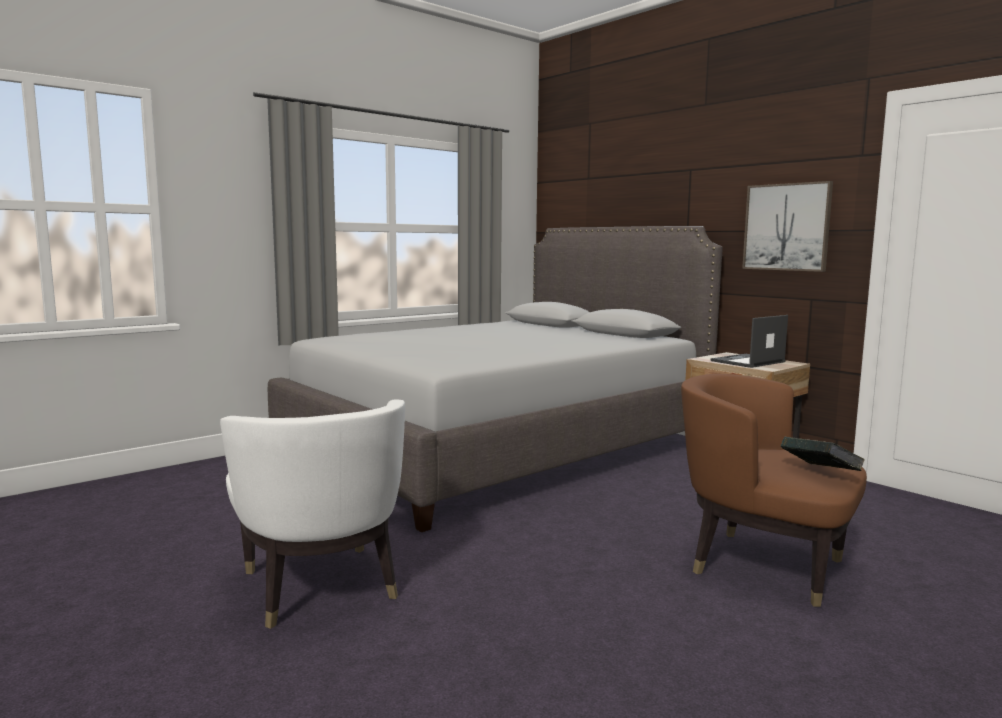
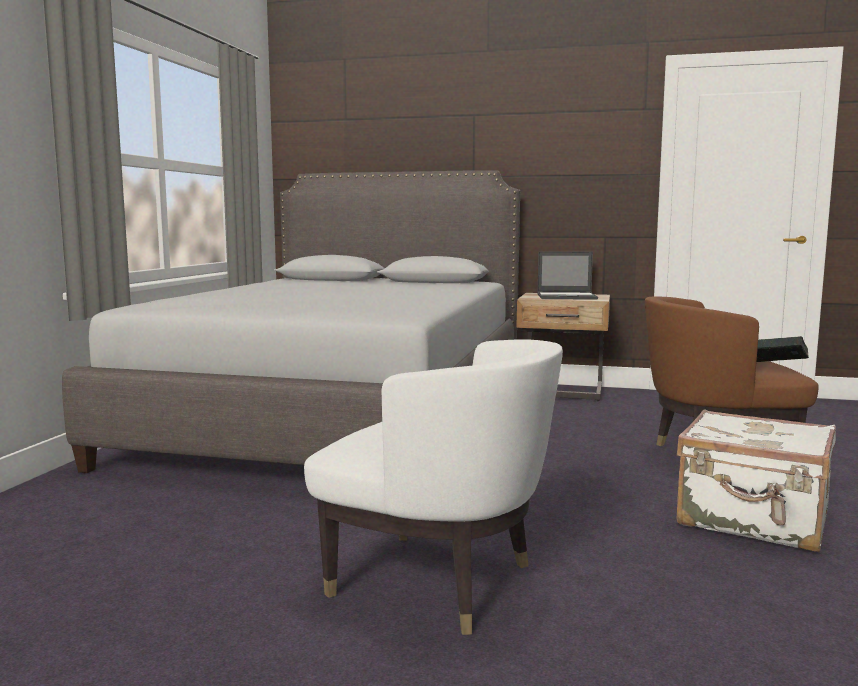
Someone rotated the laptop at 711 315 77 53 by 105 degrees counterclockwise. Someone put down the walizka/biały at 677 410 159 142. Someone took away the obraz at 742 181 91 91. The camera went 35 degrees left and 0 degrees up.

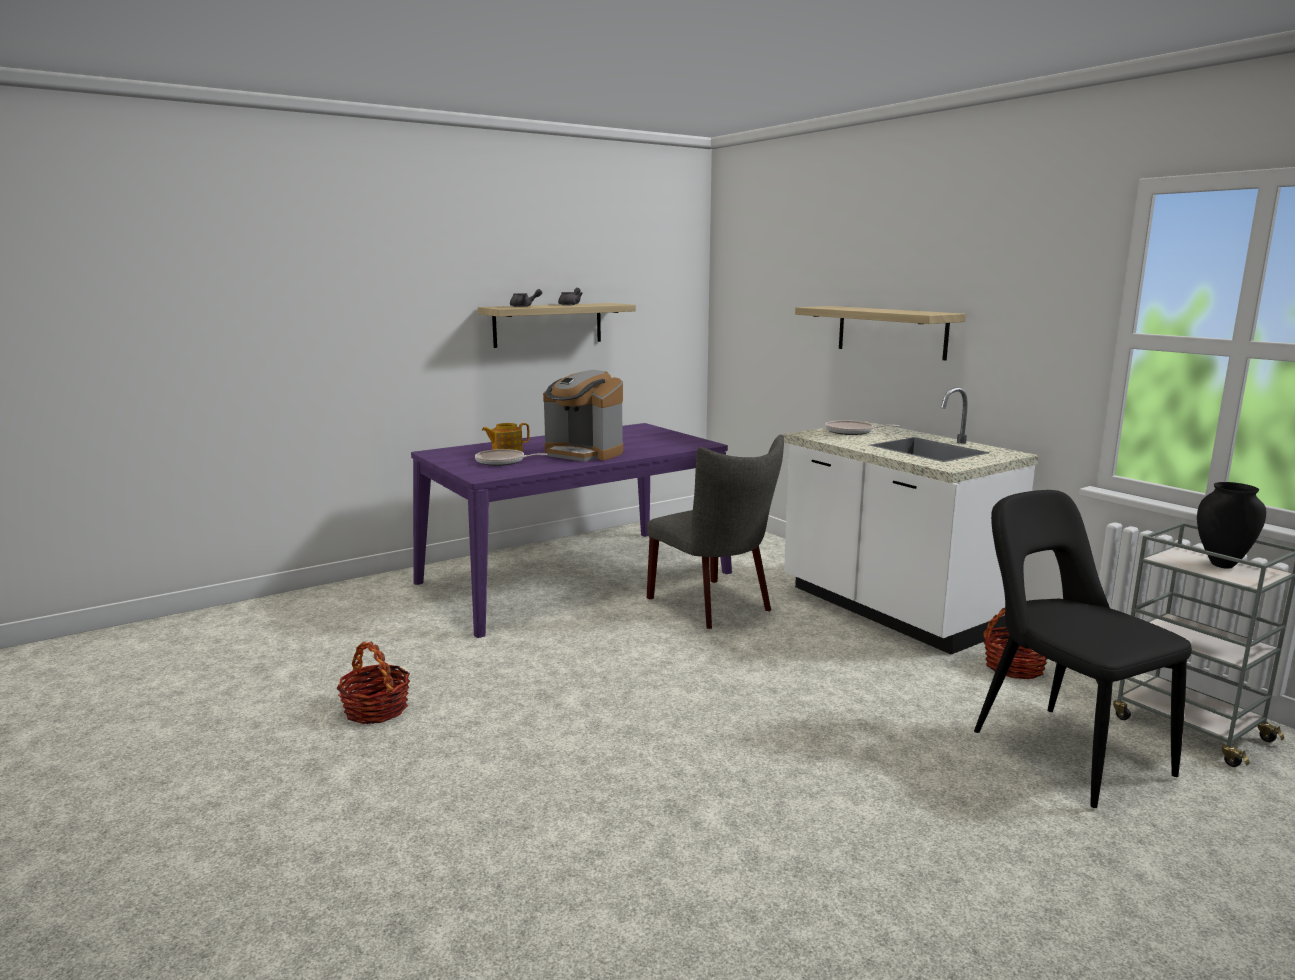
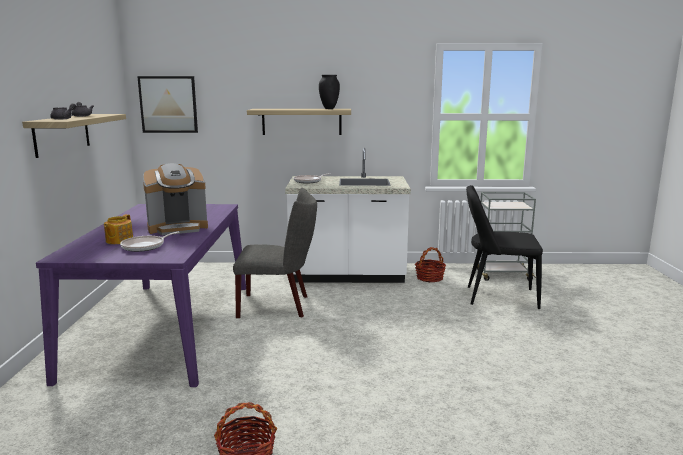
Someone put up the obraz at 137 76 61 57. Someone carried the wazon/czarny from 1197 482 69 87 to 319 75 21 34. The camera went 55 degrees left and 0 degrees up.

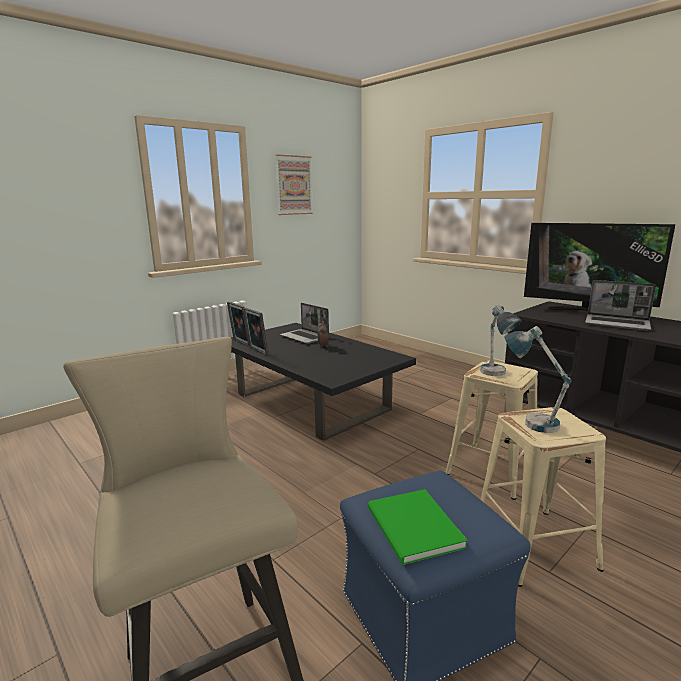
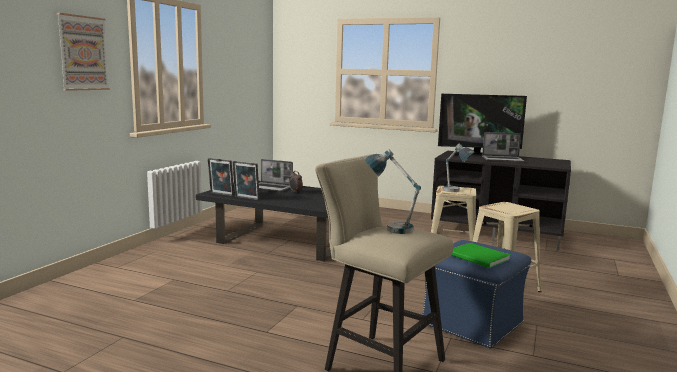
Someone carried the obraz from 275 154 38 61 to 57 13 53 78. Someone carried the lampa stołowa from 504 326 68 107 to 365 149 56 85. The camera went 25 degrees left and 5 degrees down.

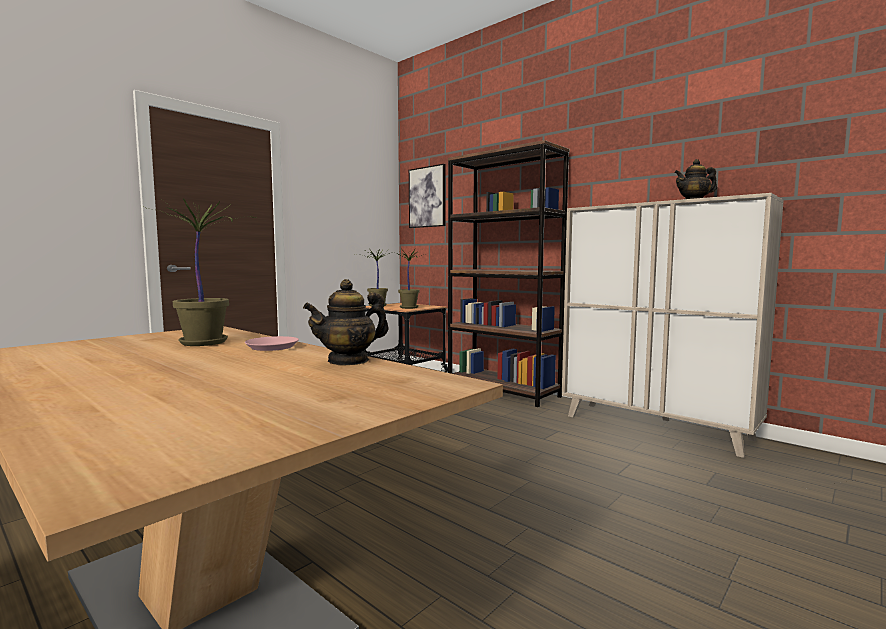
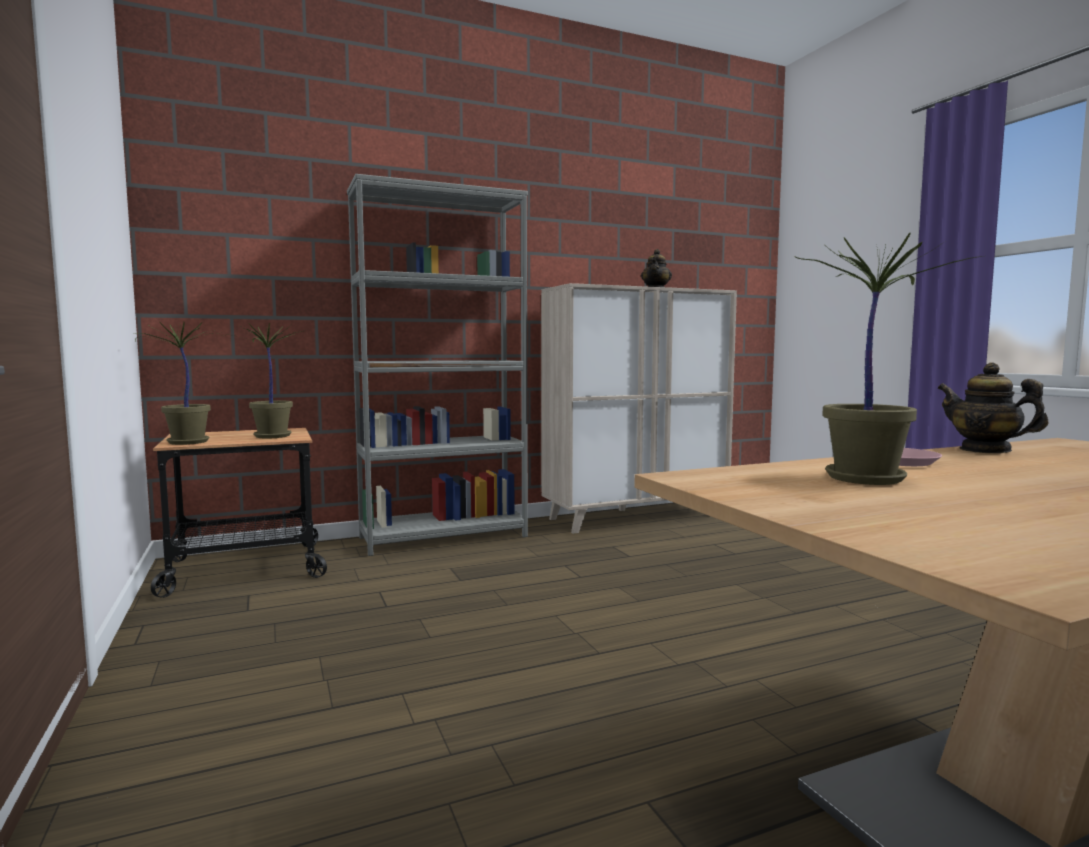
Someone repainted the regał/brązowy at 448 140 122 267, which became the regał/szary at 347 174 181 382. Someone rotated the imbryk at 303 279 85 87 by 150 degrees clockwise. Someone took away the obraz at 409 164 36 64. The camera went 65 degrees left and 0 degrees up.

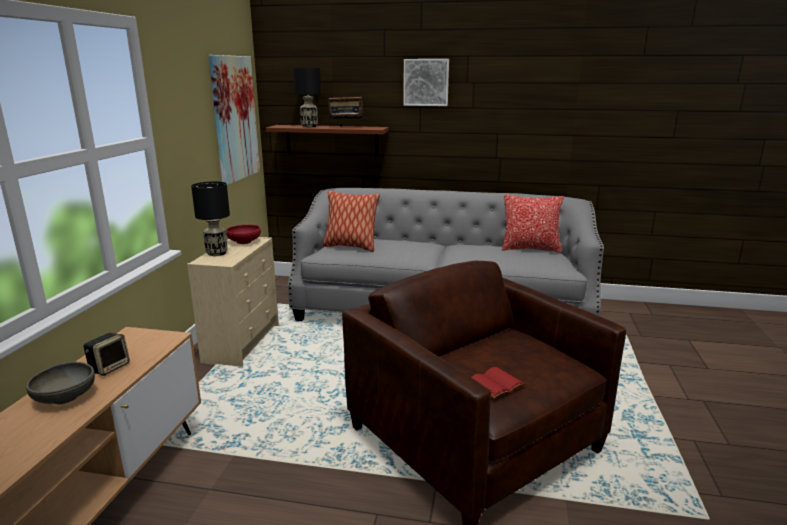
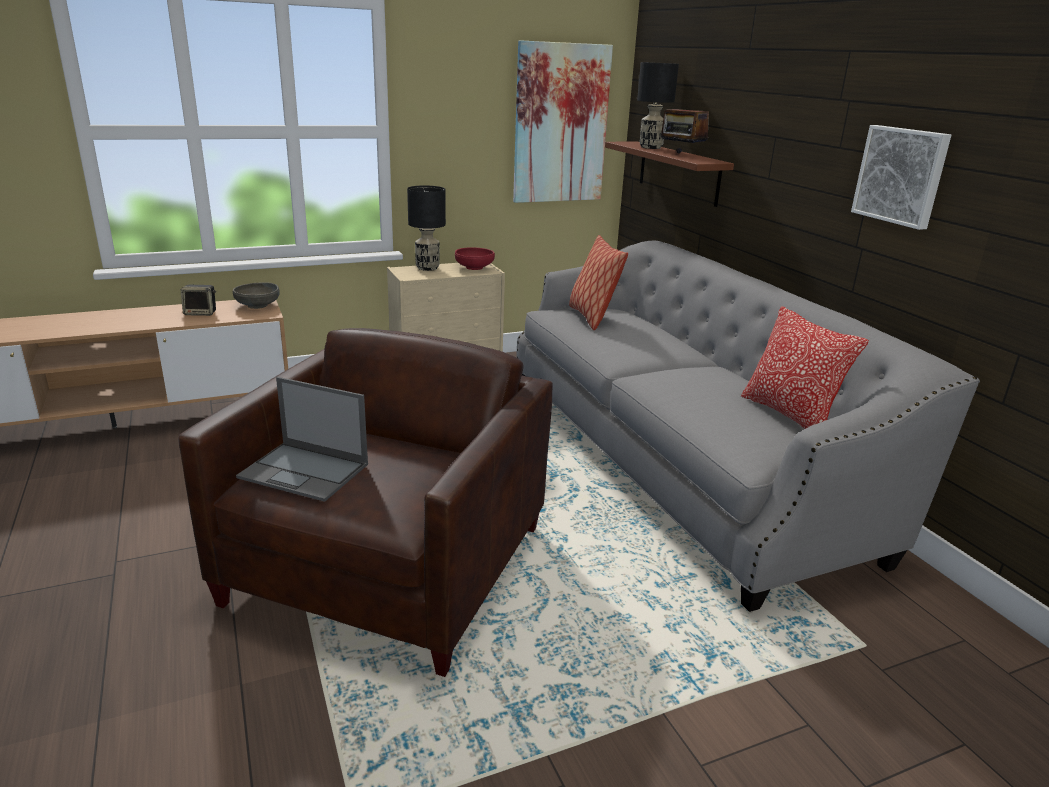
Someone carried the miska/szary from 26 362 69 42 to 233 282 47 27. Someone swapped the książka/czerwony at 471 367 54 32 for the laptop at 236 377 132 125. Someone carried the obraz from 403 59 46 47 to 851 125 100 105. The camera went 55 degrees right and 5 degrees up.

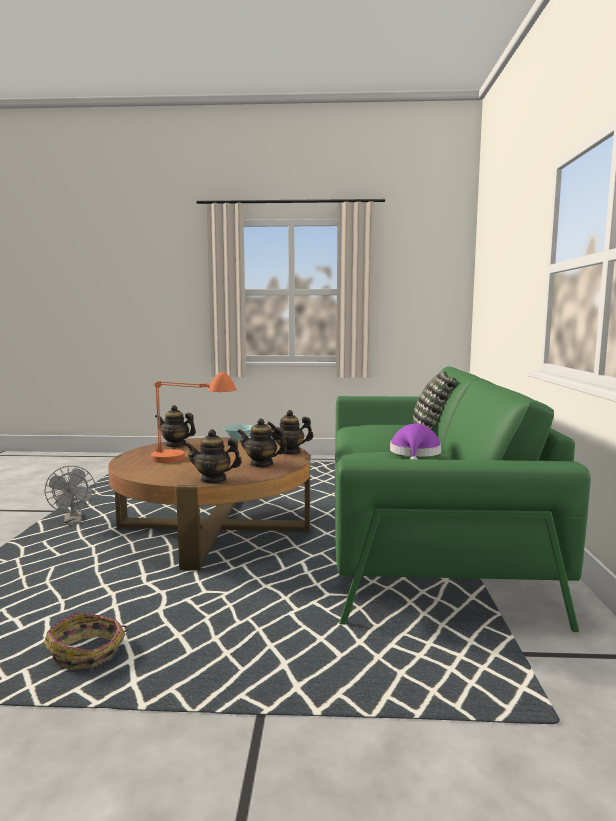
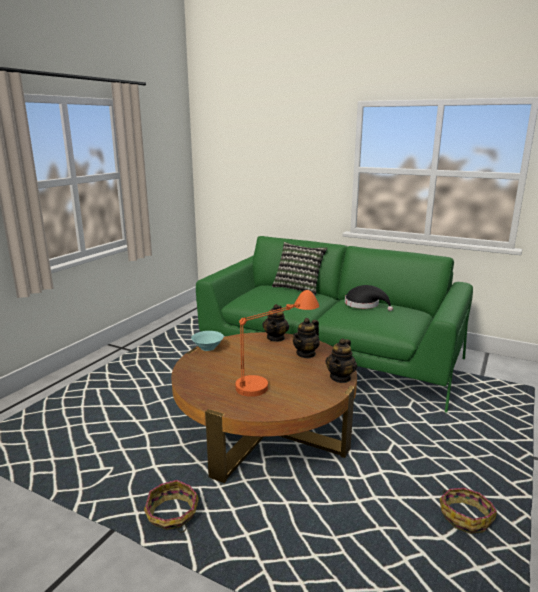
Someone swapped the wentylator/szary at 45 466 51 59 for the koszyk at 144 480 55 52. Someone repainted the kapelusz/fioletowy at 390 424 52 35, which became the kapelusz/czarny at 345 285 48 26. Someone took away the imbryk at 155 405 41 42. The camera went 65 degrees left and 10 degrees up.

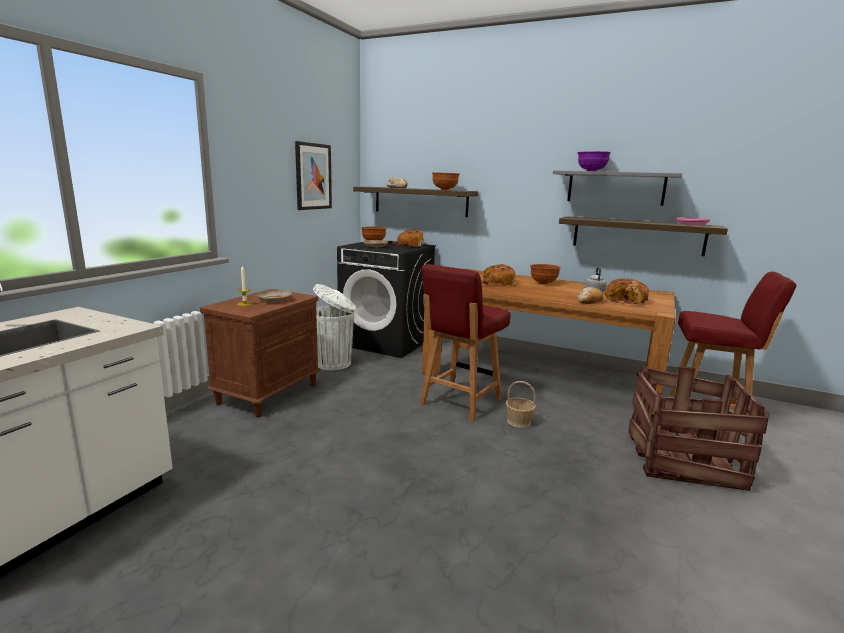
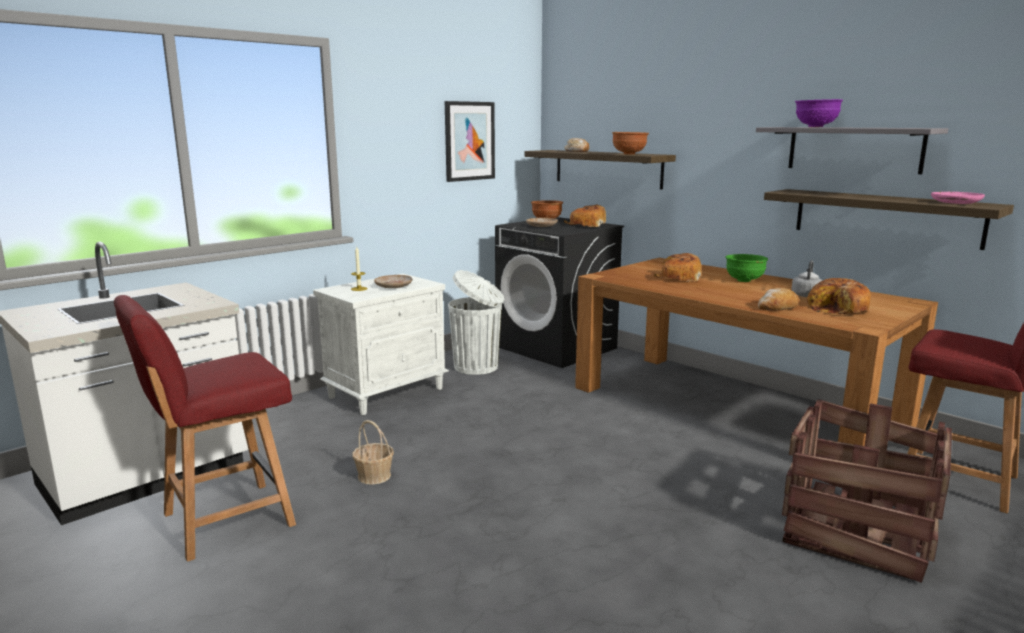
Someone carried the krzesło/czerwony from 420 264 91 158 to 114 295 182 267. Someone repainted the szafka nocna/brązowy at 200 289 121 128, which became the szafka nocna/biały at 313 274 136 141. Someone carried the koszyk from 506 381 30 47 to 352 420 42 65. Someone repainted the miska/brązowy at 530 264 31 20, which became the miska/zielony at 726 254 42 28. The camera went 20 degrees right and 0 degrees up.

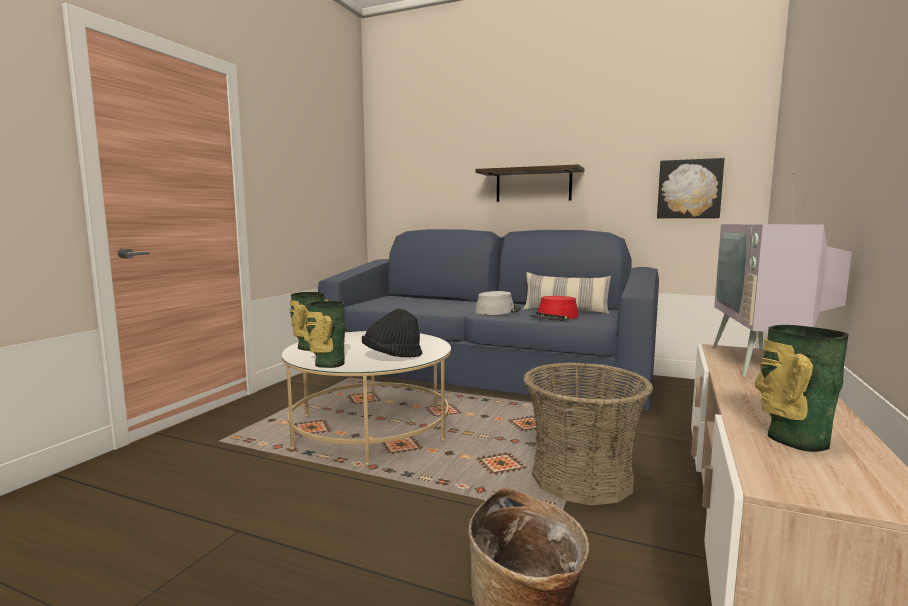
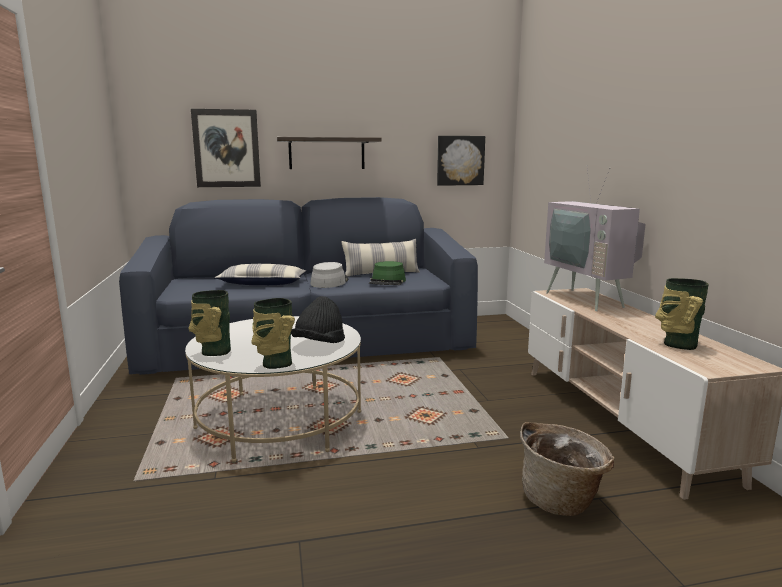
Someone put up the obraz at 191 109 70 78. Someone put down the poduszka at 214 264 92 21. Someone repainted the kapelusz/czerwony at 530 296 49 25, which became the kapelusz/zielony at 369 261 37 24. Someone took away the koszyk at 524 362 129 144. The camera went 35 degrees left and 5 degrees up.

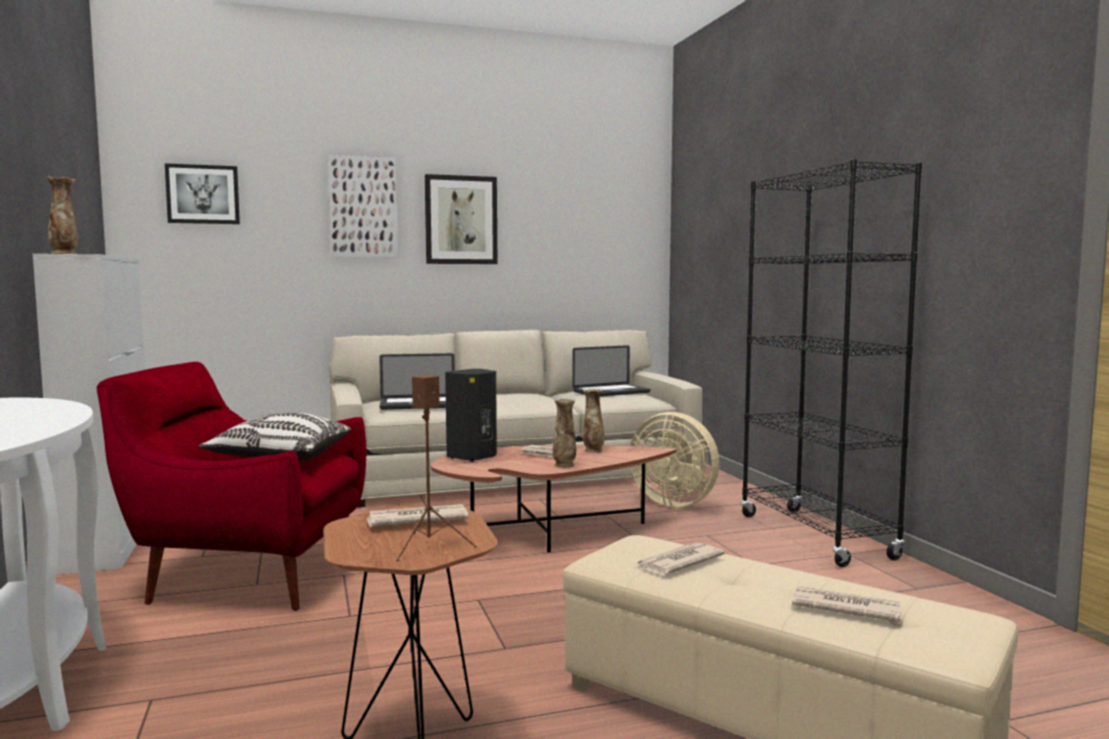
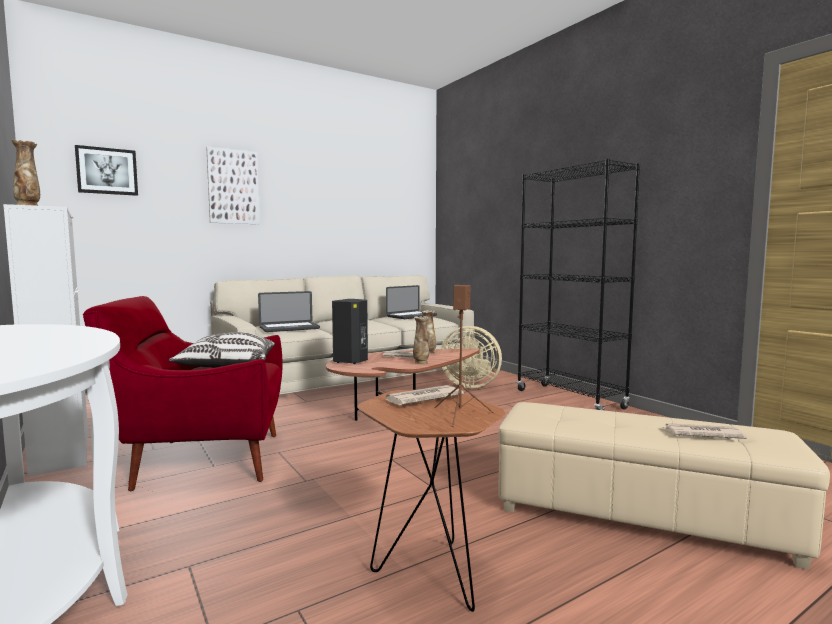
Someone took away the obraz at 425 174 72 90. Someone took away the gazeta at 635 542 90 33. The camera went 15 degrees left and 0 degrees up.

